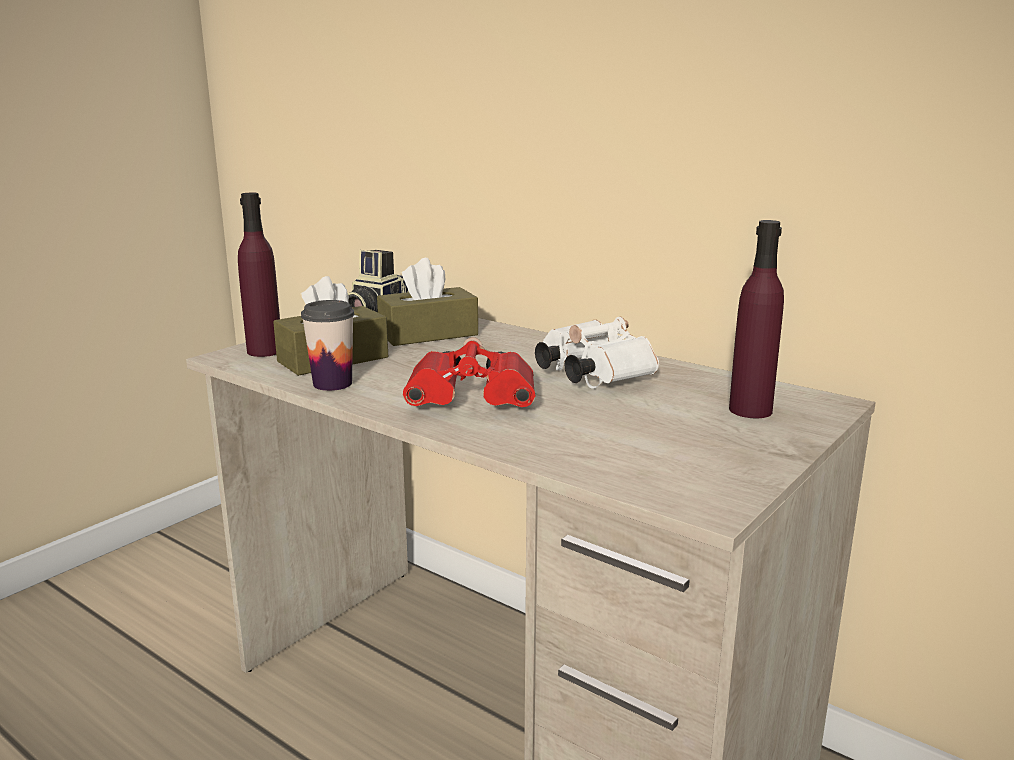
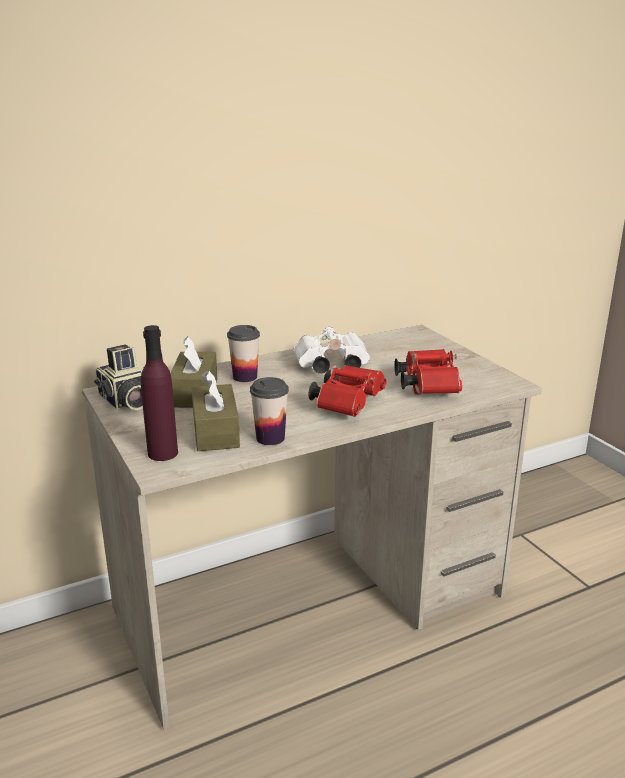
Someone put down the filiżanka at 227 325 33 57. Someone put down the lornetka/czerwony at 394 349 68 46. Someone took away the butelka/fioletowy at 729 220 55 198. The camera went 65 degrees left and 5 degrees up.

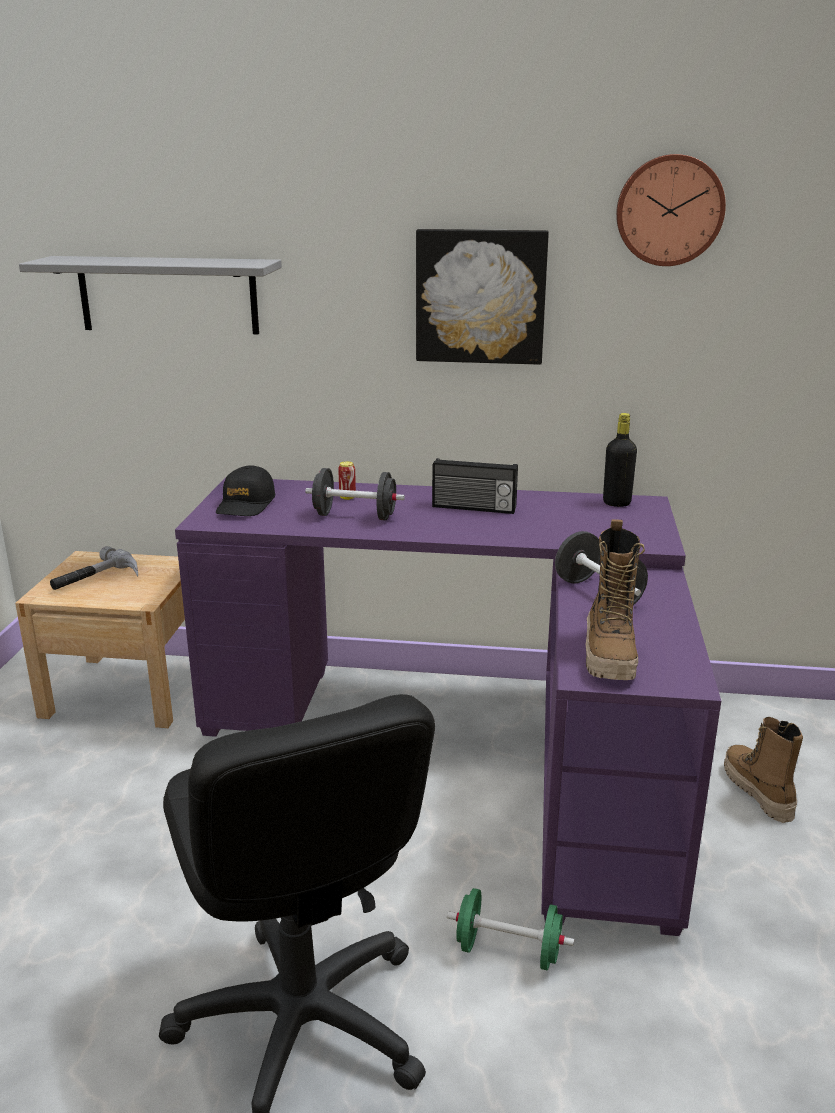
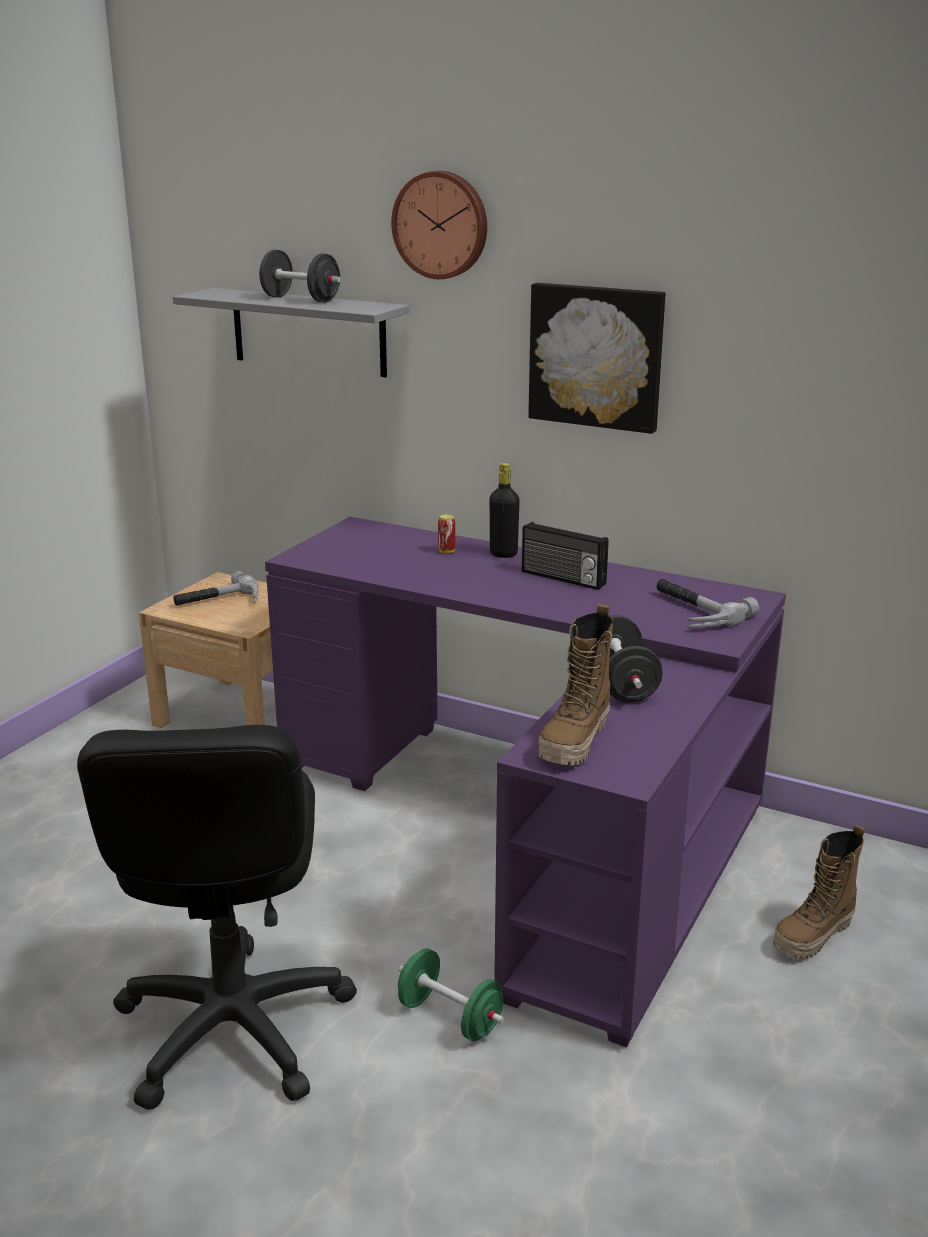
Someone carried the hantel/czarny from 305 468 100 52 to 259 250 82 52. Someone carried the zegar ścienny from 616 154 110 112 to 391 171 96 108. Someone carried the butelka/czarny from 603 413 34 94 to 490 463 30 95. Someone put down the młotek at 657 579 102 49. Someone rotated the but z cholewką at 724 717 79 106 by 135 degrees counterclockwise. Someone took away the czapka z daszkiem/czarny at 216 466 59 50. The camera went 20 degrees right and 0 degrees up.

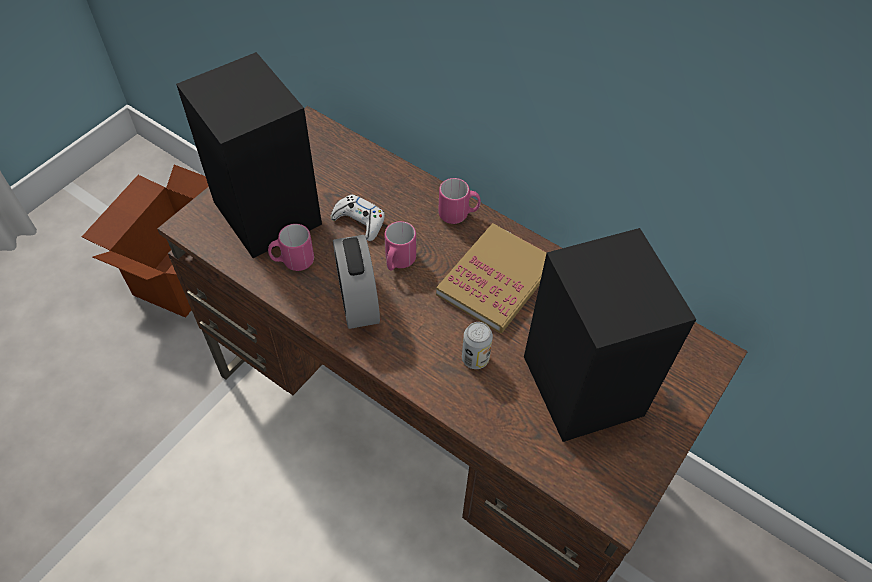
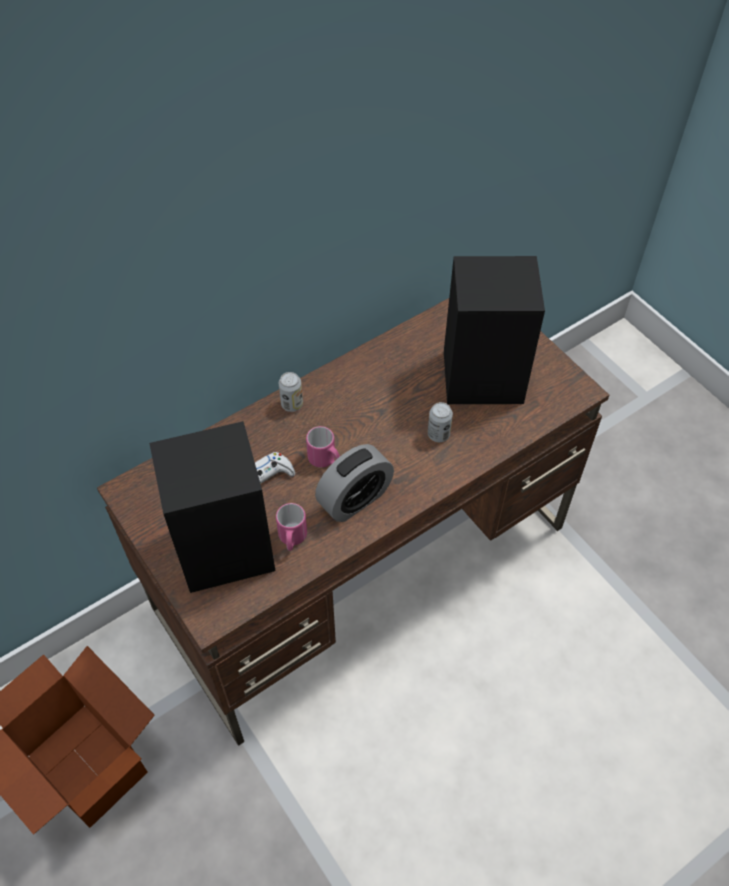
Someone swapped the kubek/różowy at 438 178 43 46 for the puszka at 279 372 24 40. Someone rotated the budzik at 333 235 47 94 by 45 degrees counterclockwise. Someone took away the książka at 436 223 111 110. The camera went 70 degrees left and 0 degrees up.

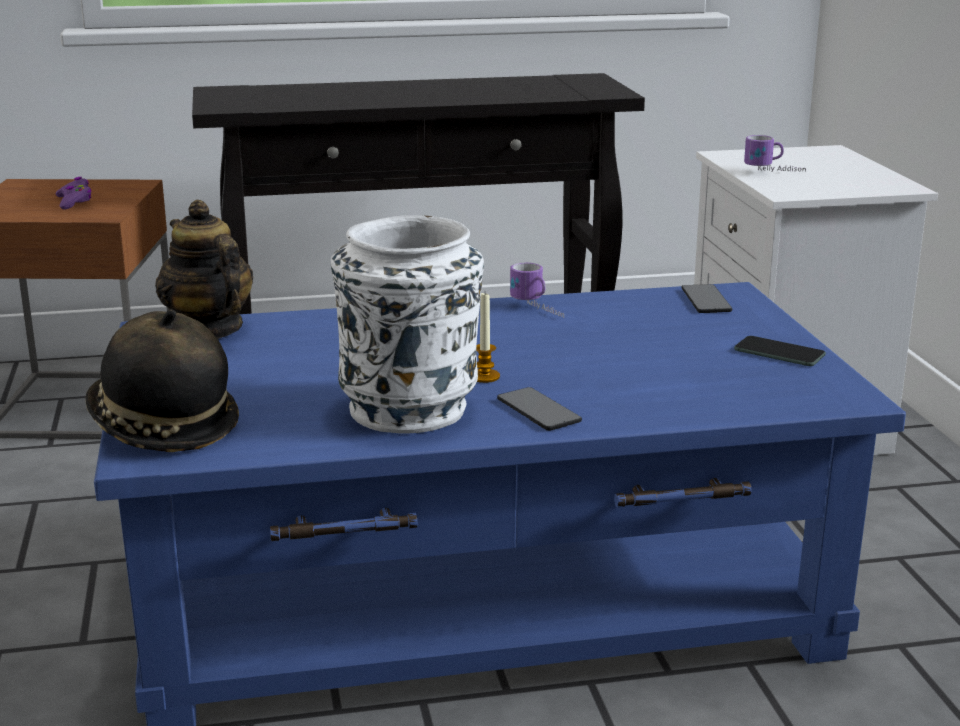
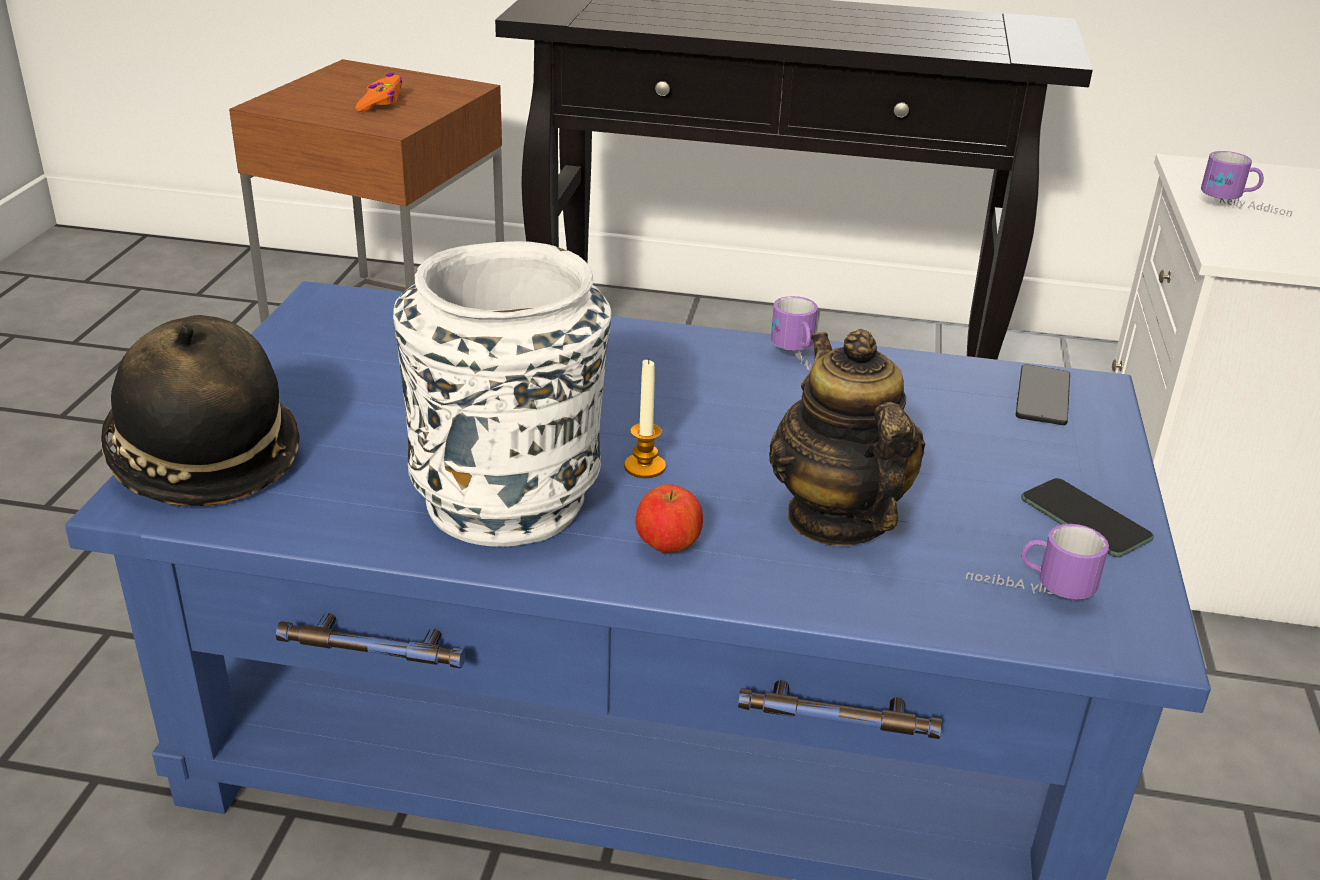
Someone repainted the pad do gier/fioletowy at 55 177 37 33, which became the pad do gier/pomarańczowy at 355 73 47 39. Someone swapped the telefon at 497 387 85 44 for the jabłko at 635 484 68 69. Someone carried the imbryk from 155 200 98 139 to 769 329 156 217. Someone put down the kubek at 966 524 143 75. The camera went 20 degrees right and 10 degrees up.

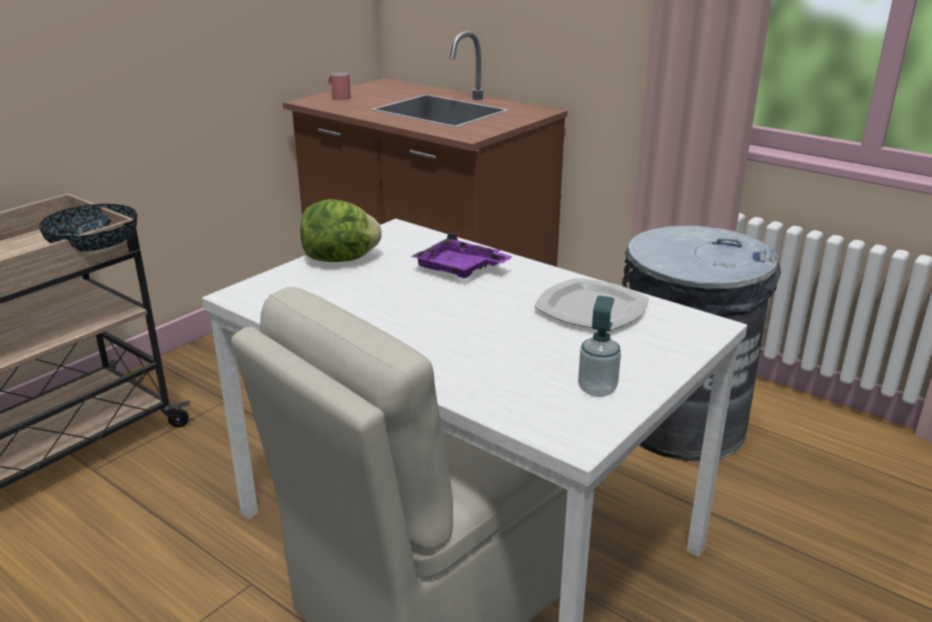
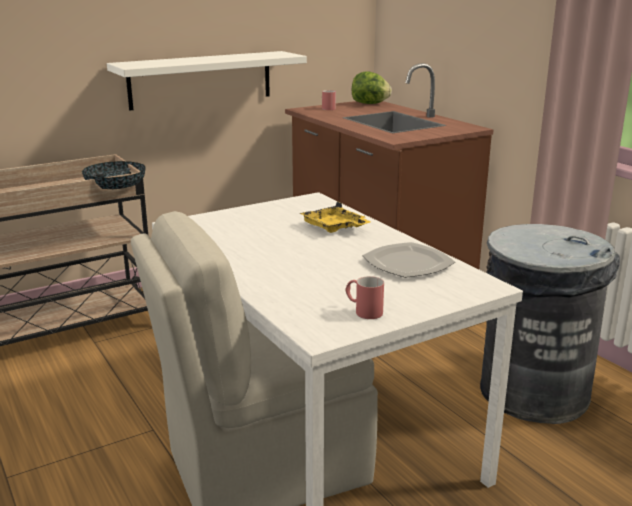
Someone put up the półka/biały at 107 51 200 59. Someone repainted the taca/fioletowy at 411 232 102 46, which became the taca/żółty at 299 202 71 31. Someone swapped the dozownik mydła at 578 296 43 101 for the kubek/czerwony at 345 276 39 43. Someone carried the sałata from 300 199 81 63 to 351 71 41 33. The camera went 20 degrees right and 5 degrees down.

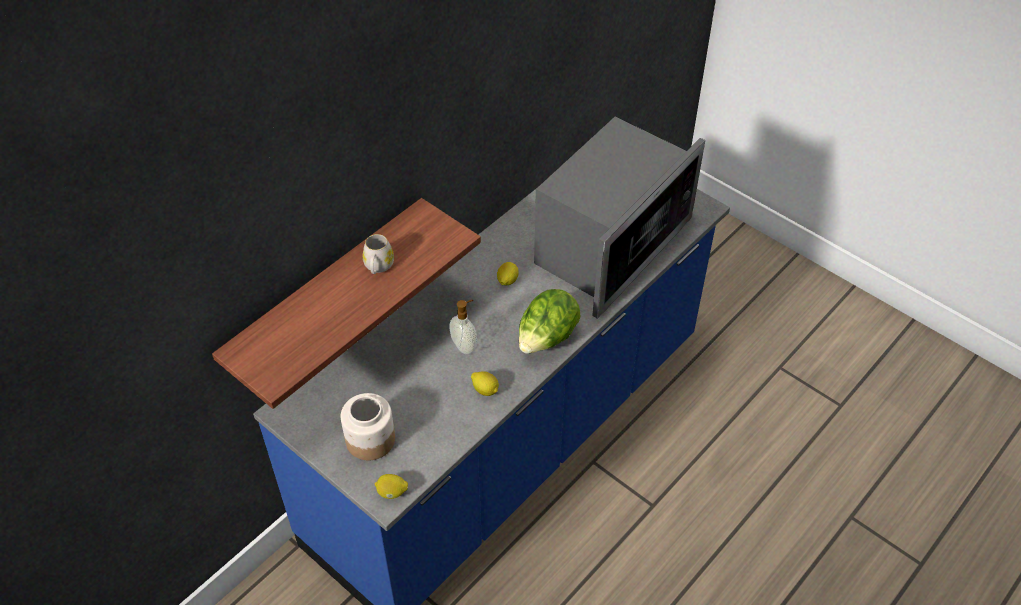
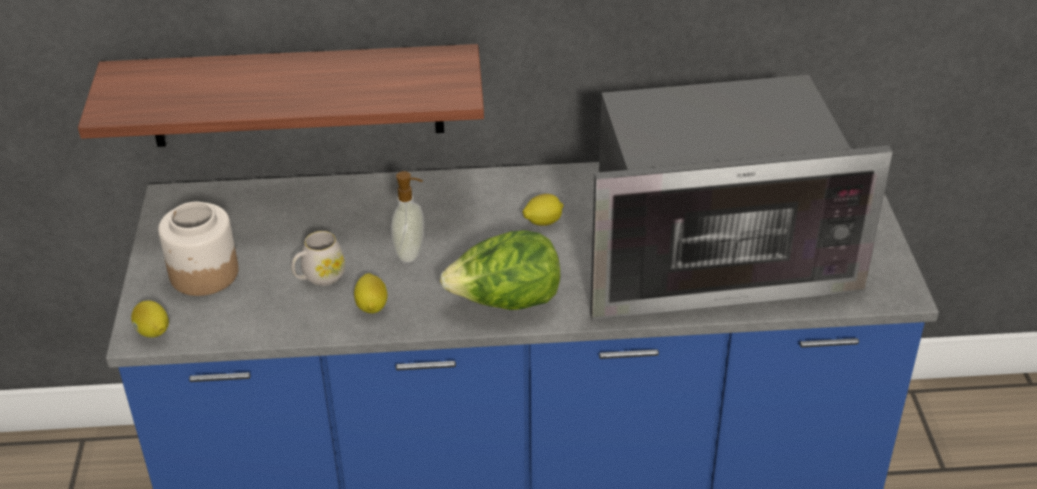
Someone carried the kubek/biały from 363 234 31 40 to 291 231 54 55. The camera went 45 degrees right and 10 degrees down.

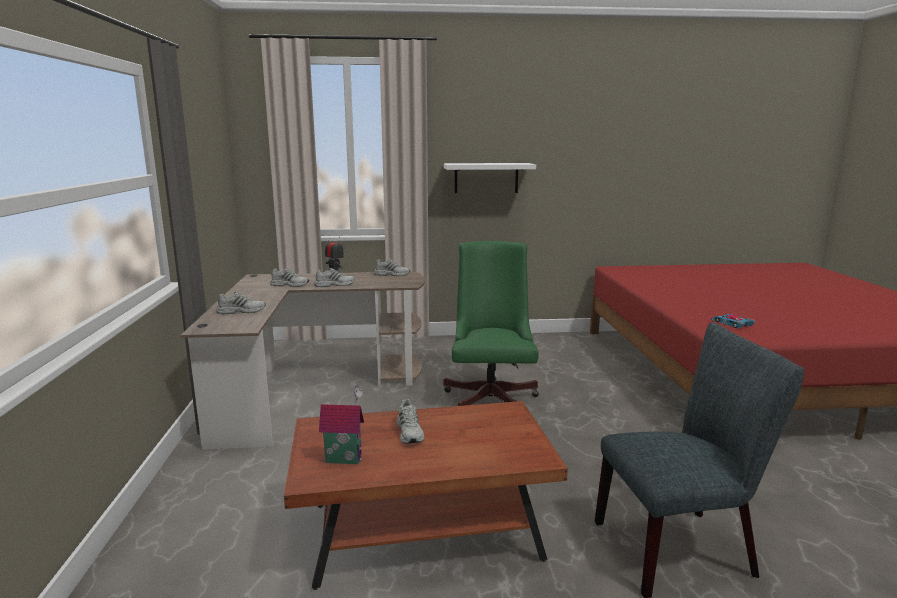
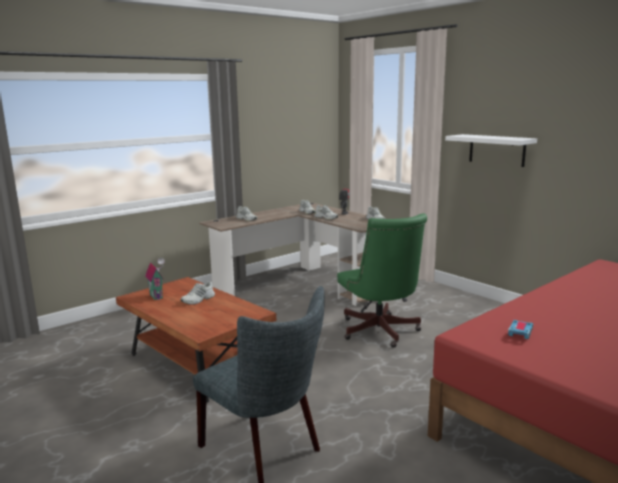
Someone rotated the krzesło biurowe/zielony at 443 241 96 165 by 105 degrees clockwise. The camera went 55 degrees right and 0 degrees up.

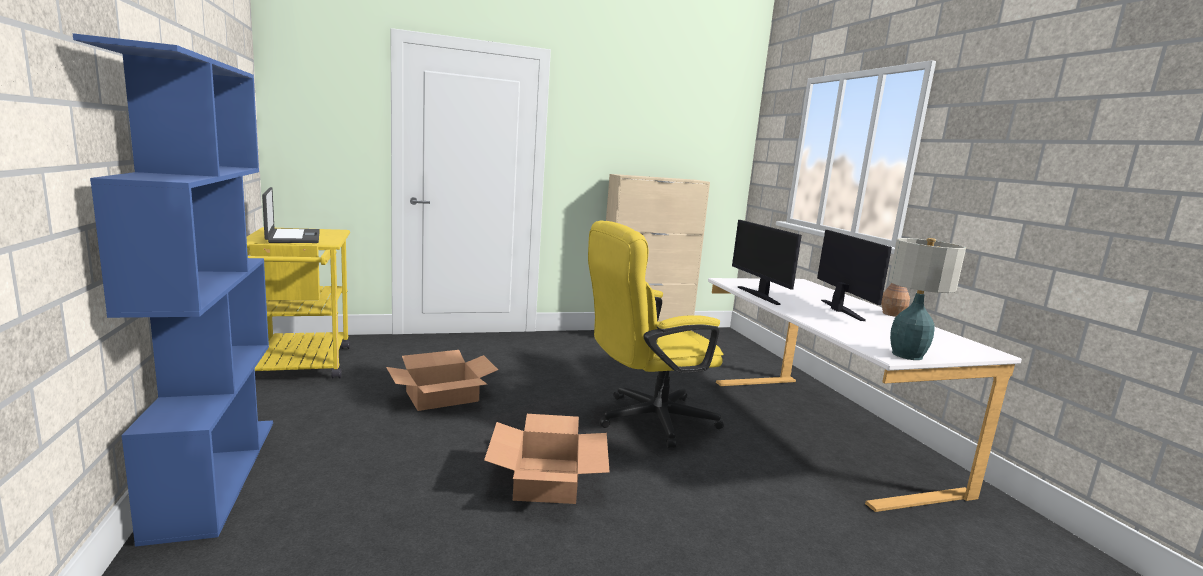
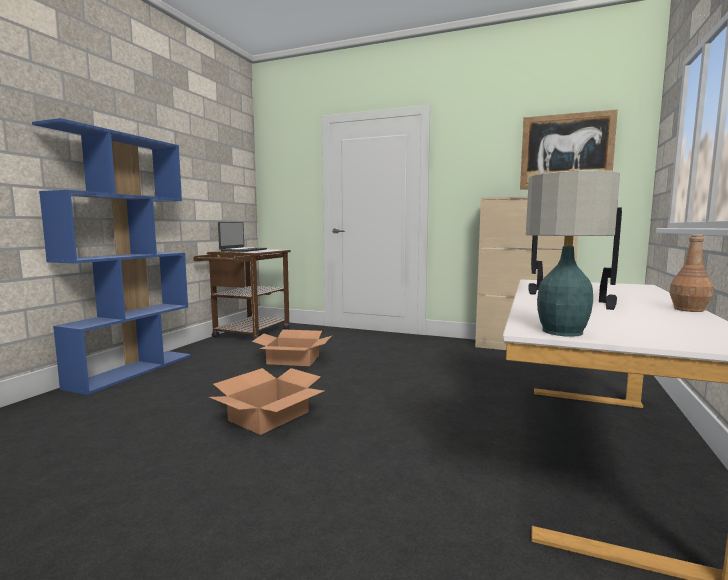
Someone repainted the wózek/żółty at 246 227 104 153, which became the wózek/brązowy at 193 249 98 92. Someone put up the obraz at 520 109 98 81. Someone took away the krzesło biurowe/żółty at 588 220 136 228. The camera went 40 degrees right and 5 degrees down.

